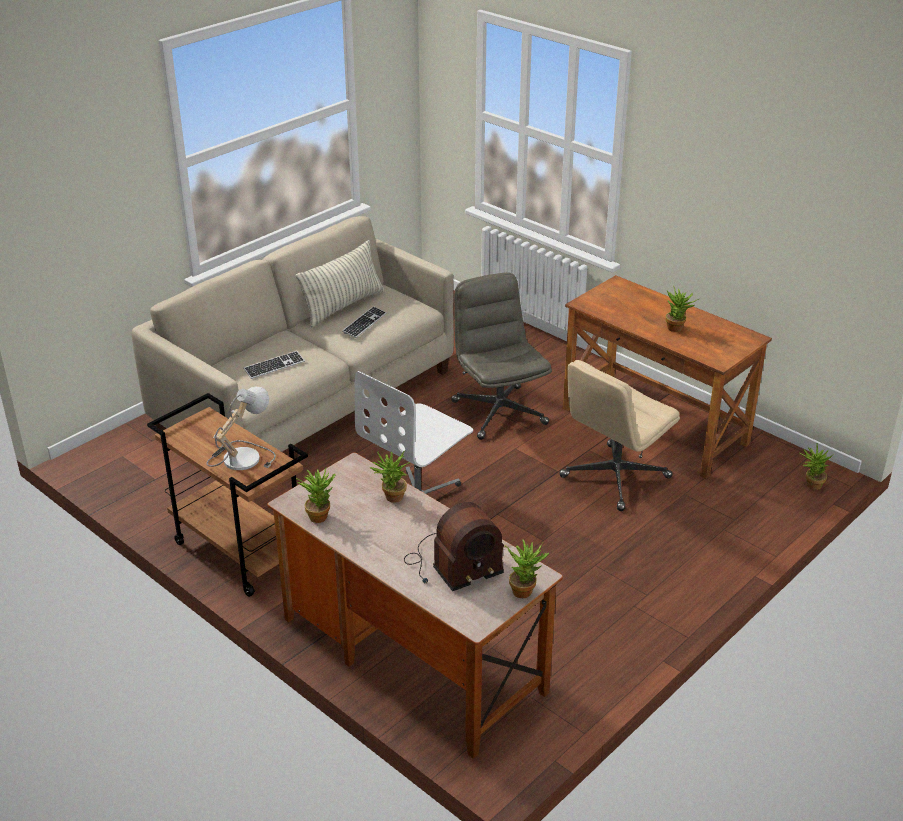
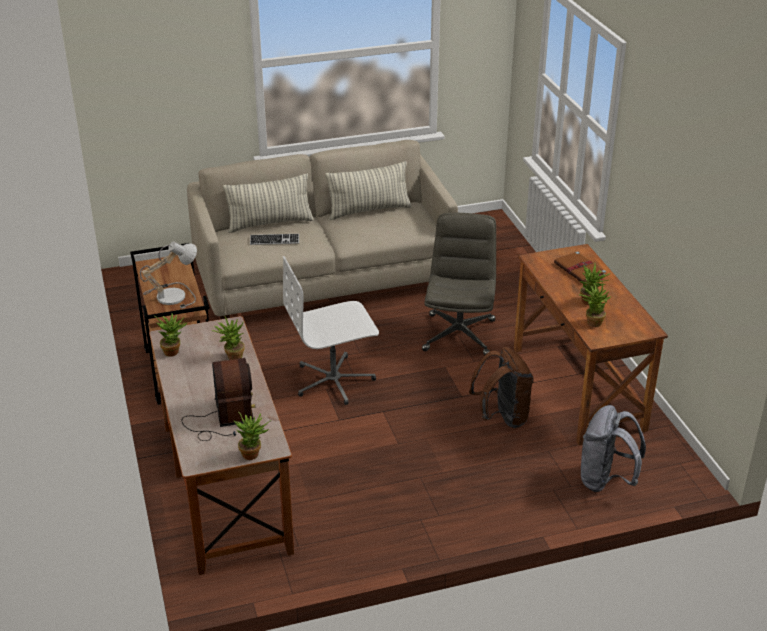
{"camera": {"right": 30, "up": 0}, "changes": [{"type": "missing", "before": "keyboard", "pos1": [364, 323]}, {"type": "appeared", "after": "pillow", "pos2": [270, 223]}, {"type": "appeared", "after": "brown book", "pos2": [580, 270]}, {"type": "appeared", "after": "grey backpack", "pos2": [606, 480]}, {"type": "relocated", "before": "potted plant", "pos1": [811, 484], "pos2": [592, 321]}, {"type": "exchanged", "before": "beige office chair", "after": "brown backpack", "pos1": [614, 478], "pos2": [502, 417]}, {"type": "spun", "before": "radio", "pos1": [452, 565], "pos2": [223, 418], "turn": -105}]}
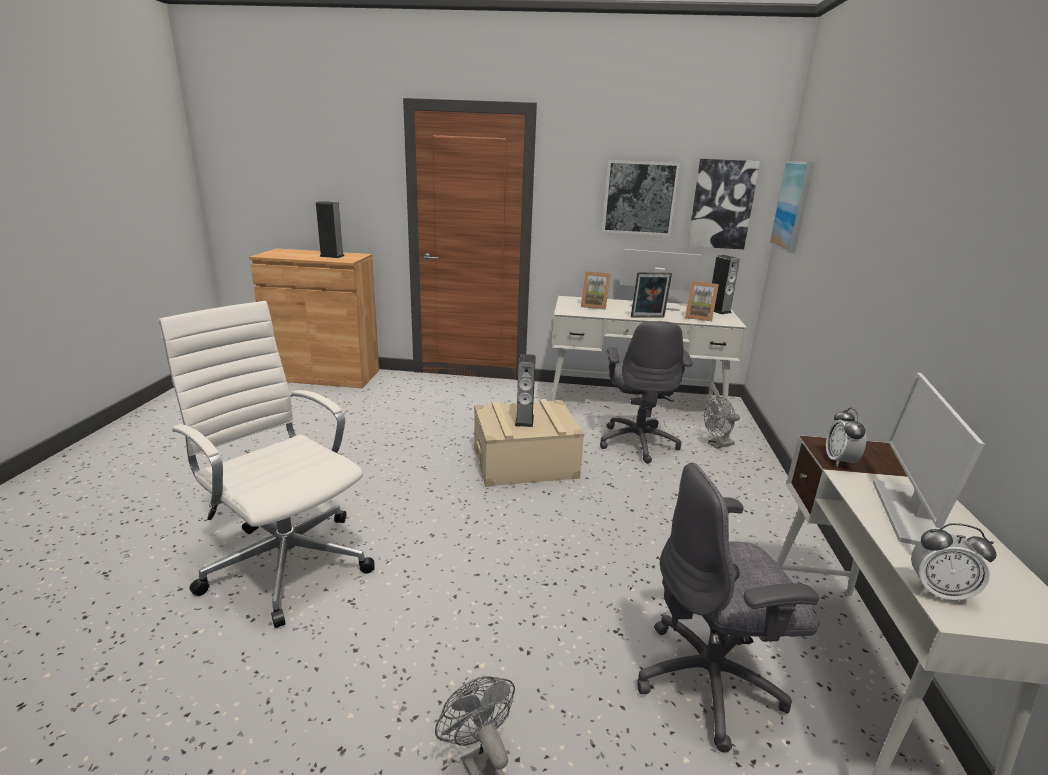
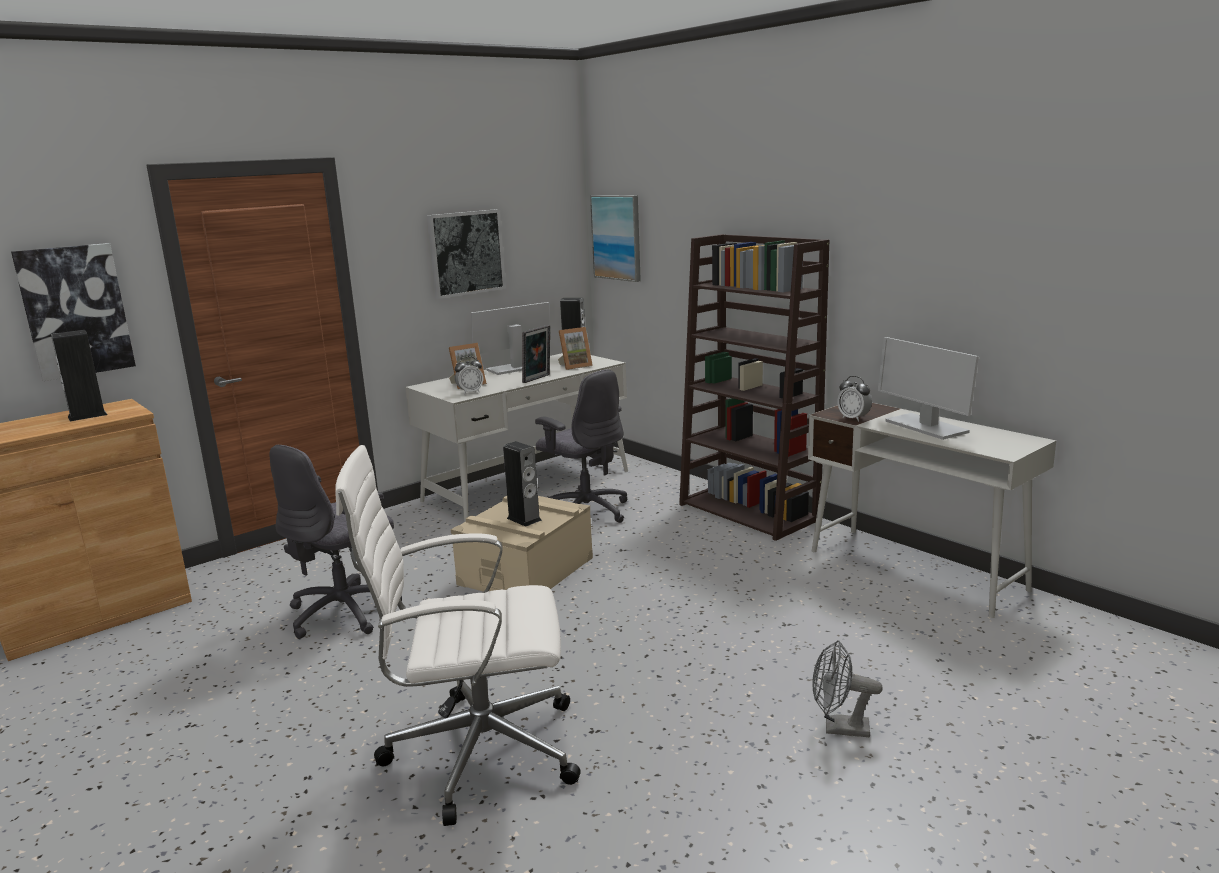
{"camera": {"right": -45, "up": -5}, "changes": [{"type": "missing", "before": "grey fan", "pos1": [717, 445]}, {"type": "appeared", "after": "brown bookcase", "pos2": [749, 512]}, {"type": "relocated", "before": "grey office chair", "pos1": [710, 681], "pos2": [346, 612]}, {"type": "relocated", "before": "picture", "pos1": [721, 204], "pos2": [75, 311]}, {"type": "relocated", "before": "alarm clock", "pos1": [938, 592], "pos2": [470, 392]}]}
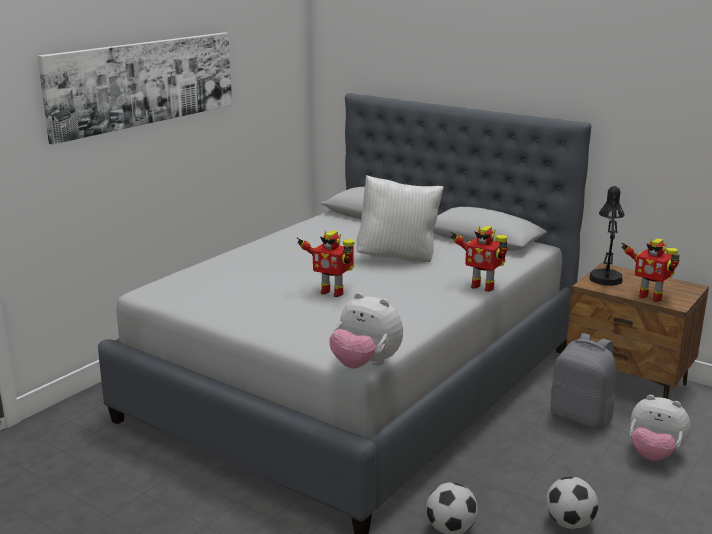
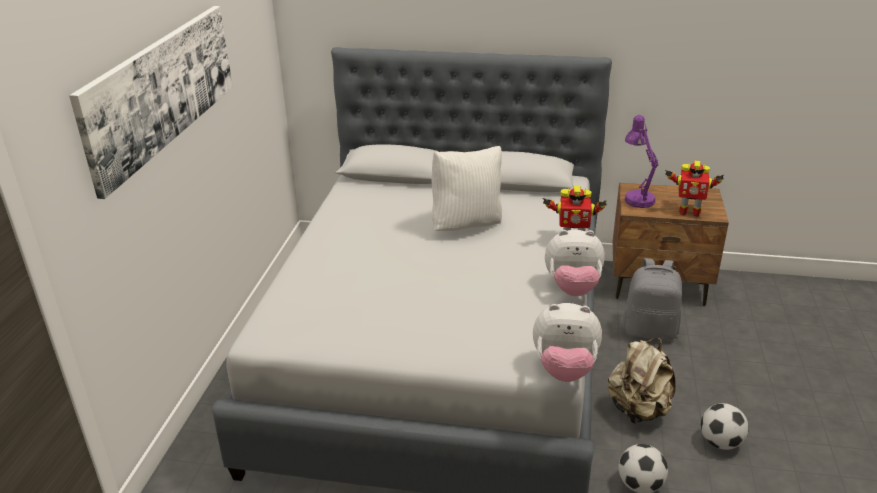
{"camera": {"right": -25, "up": 10}, "changes": [{"type": "missing", "before": "toy robot", "pos1": [332, 292]}, {"type": "appeared", "after": "beige backpack", "pos2": [638, 410]}, {"type": "relocated", "before": "plush toy", "pos1": [654, 454], "pos2": [572, 288]}, {"type": "colour", "before": "black table lamp", "after": "purple table lamp", "pos1": [605, 276], "pos2": [636, 197]}]}
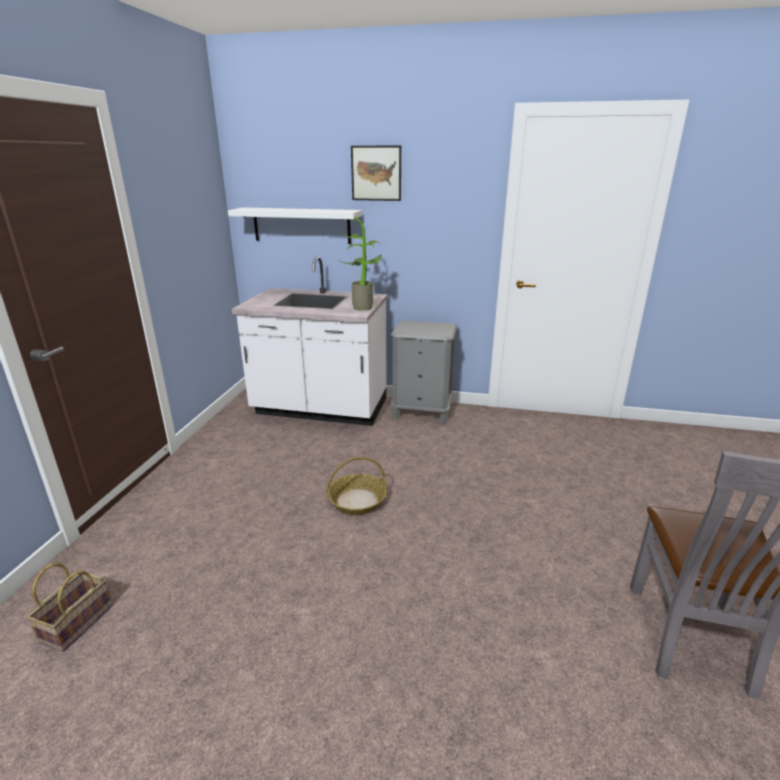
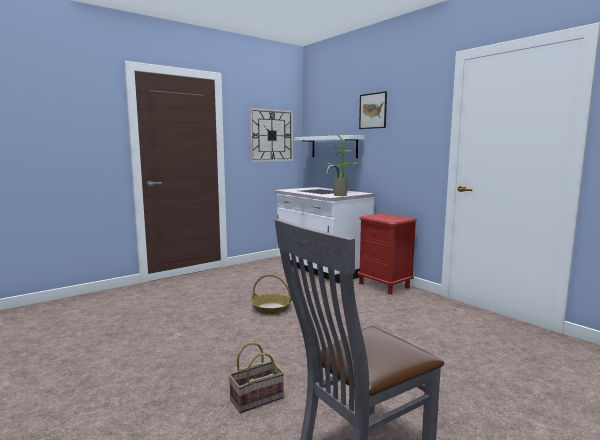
{"camera": {"right": 40, "up": -15}, "changes": [{"type": "appeared", "after": "wall clock", "pos2": [271, 135]}, {"type": "relocated", "before": "basket", "pos1": [78, 621], "pos2": [257, 398]}, {"type": "colour", "before": "grey nightstand", "after": "red nightstand", "pos1": [422, 411], "pos2": [384, 285]}]}
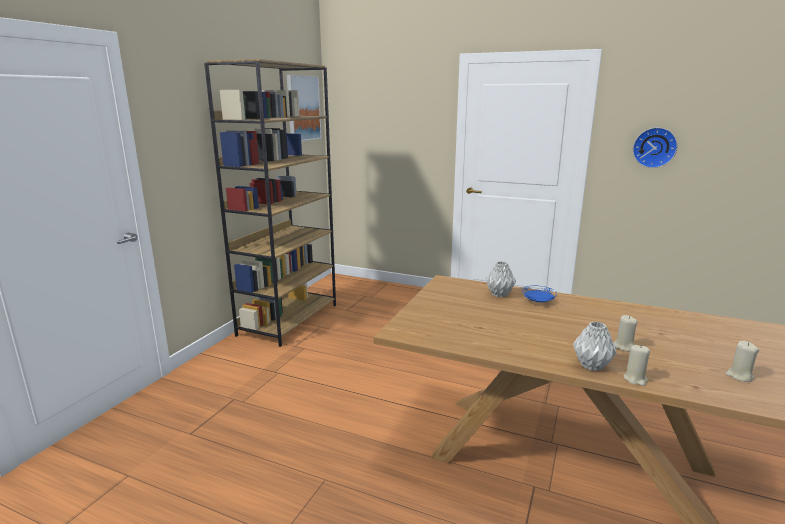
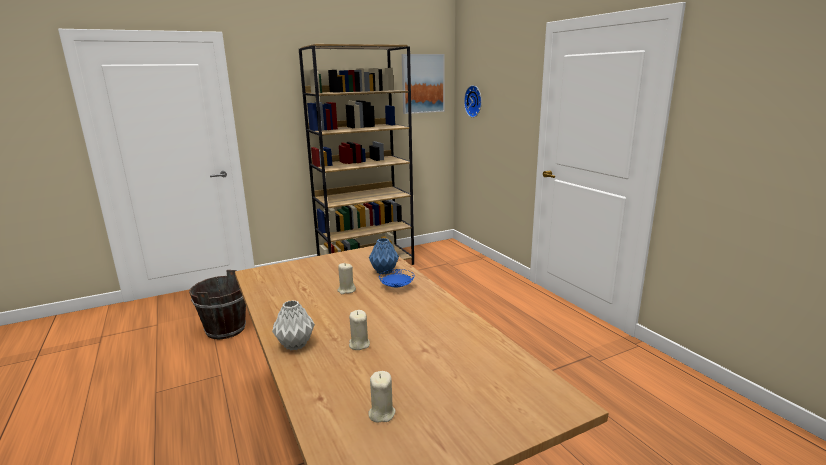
{"camera": {"right": 40, "up": 0}, "changes": [{"type": "appeared", "after": "brown bucket", "pos2": [226, 329]}, {"type": "relocated", "before": "beige candle", "pos1": [635, 379], "pos2": [346, 290]}, {"type": "relocated", "before": "wall clock", "pos1": [654, 147], "pos2": [474, 101]}, {"type": "colour", "before": "grey vase", "after": "blue vase", "pos1": [500, 295], "pos2": [384, 272]}]}
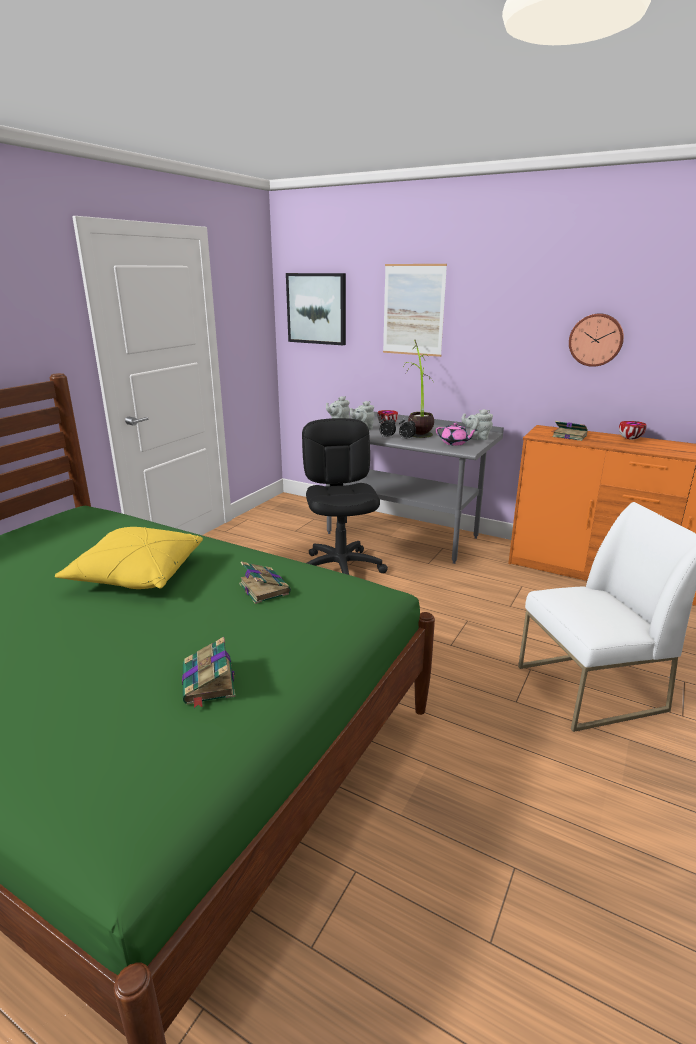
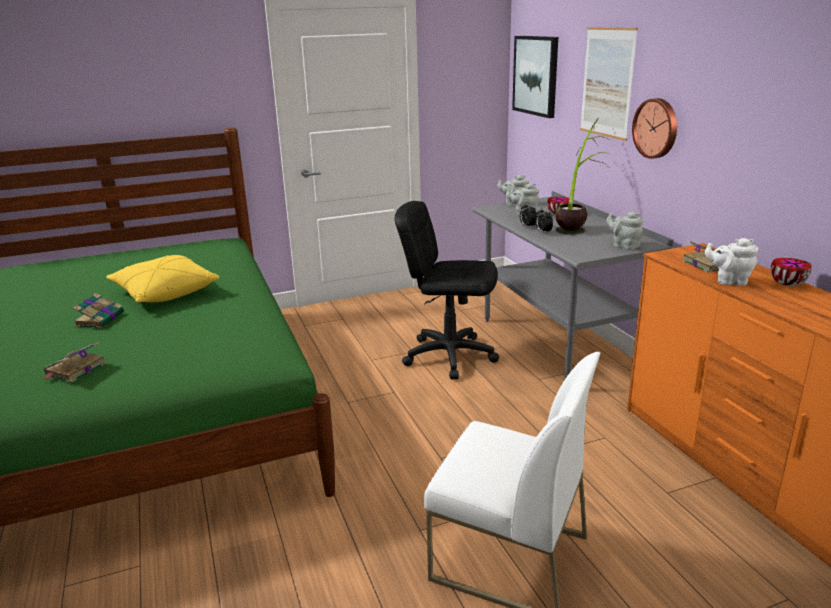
{"camera": {"right": 40, "up": 0}, "changes": [{"type": "missing", "before": "pink teapot", "pos1": [454, 443]}, {"type": "appeared", "after": "white teapot", "pos2": [729, 281]}, {"type": "relocated", "before": "book", "pos1": [264, 588], "pos2": [100, 319]}, {"type": "relocated", "before": "wall clock", "pos1": [596, 340], "pos2": [656, 128]}, {"type": "spun", "before": "black office chair", "pos1": [341, 568], "pos2": [449, 356], "turn": -105}]}
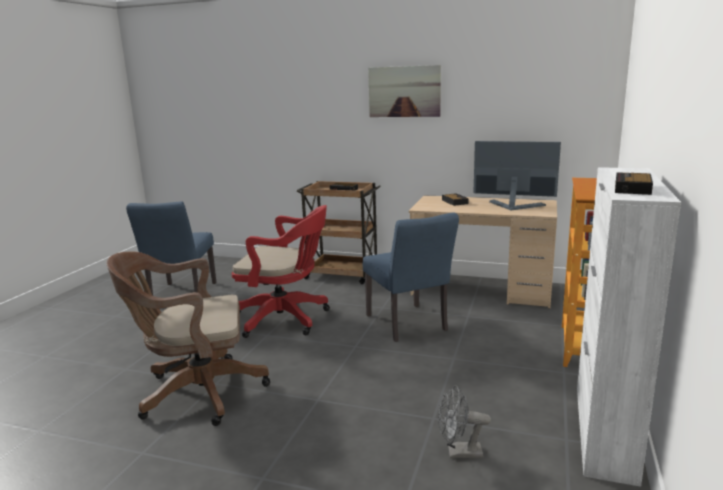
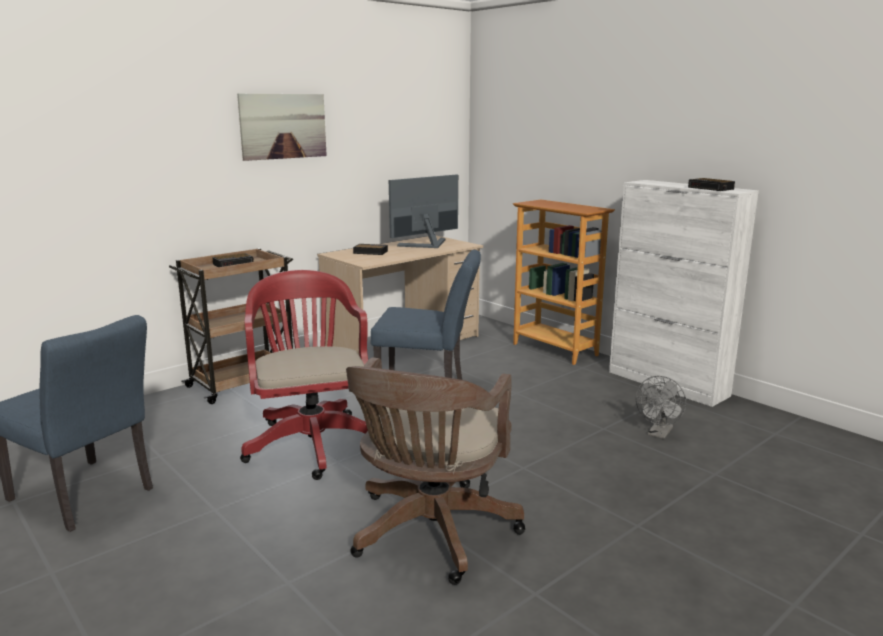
{"camera": {"right": -60, "up": 0}, "changes": [{"type": "spun", "before": "red office chair", "pos1": [286, 319], "pos2": [312, 441], "turn": -60}]}
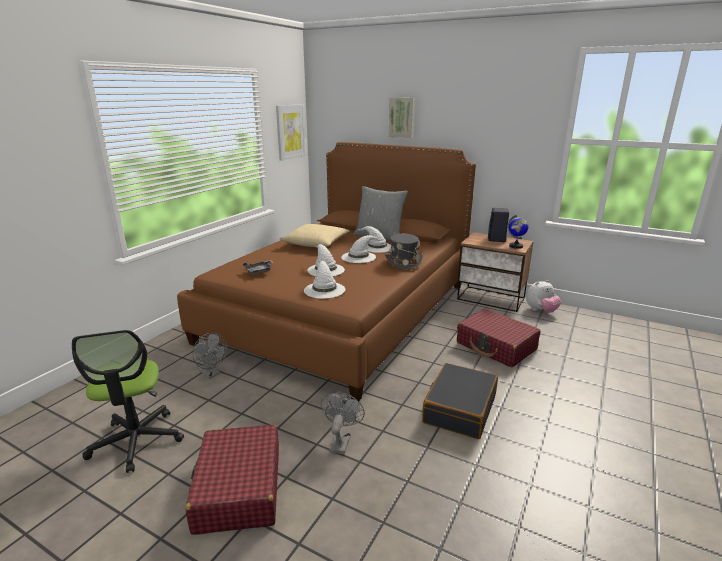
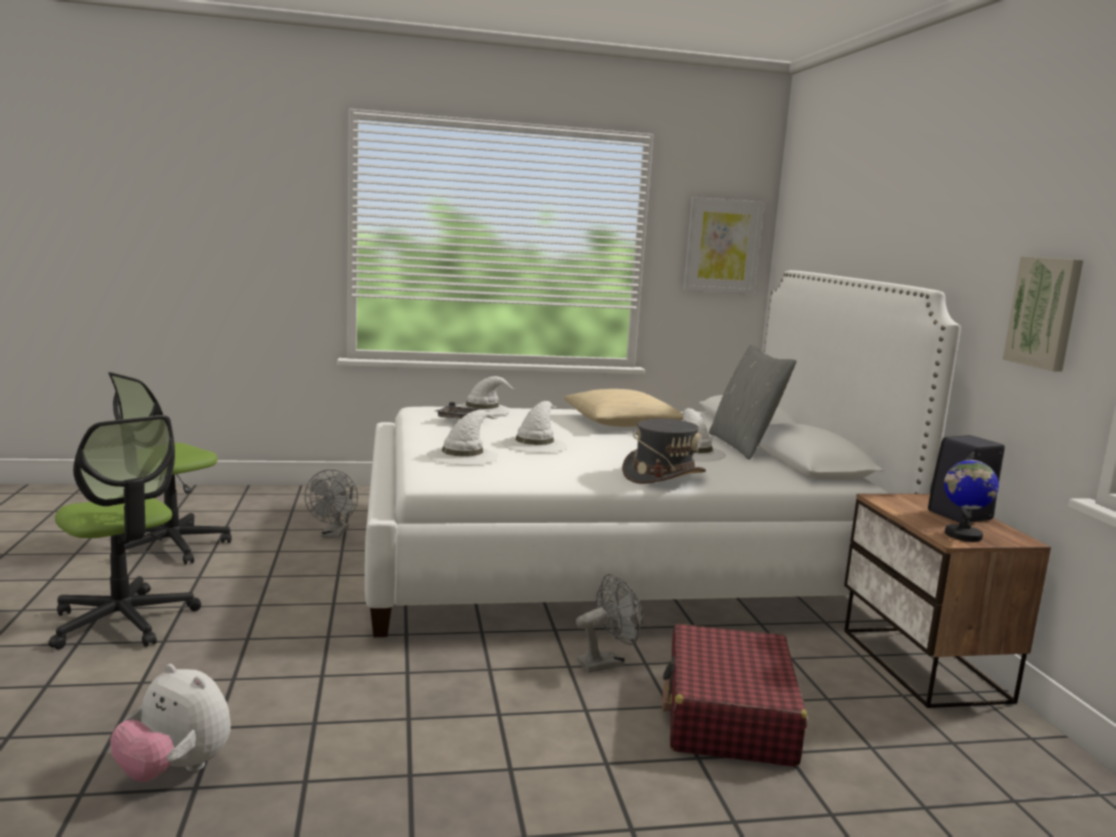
{"camera": {"right": 50, "up": -10}, "changes": [{"type": "missing", "before": "black suitcase", "pos1": [459, 409]}, {"type": "relocated", "before": "grey fan", "pos1": [341, 441], "pos2": [606, 662]}, {"type": "relocated", "before": "white hat", "pos1": [359, 257], "pos2": [483, 409]}, {"type": "relocated", "before": "picture", "pos1": [402, 117], "pos2": [1045, 312]}, {"type": "relocated", "before": "plush toy", "pos1": [541, 311], "pos2": [175, 770]}, {"type": "exchanged", "before": "red suitcase", "after": "office chair", "pos1": [238, 489], "pos2": [123, 621]}, {"type": "colour", "before": "brown bed", "after": "white bed", "pos1": [342, 311], "pos2": [610, 555]}]}
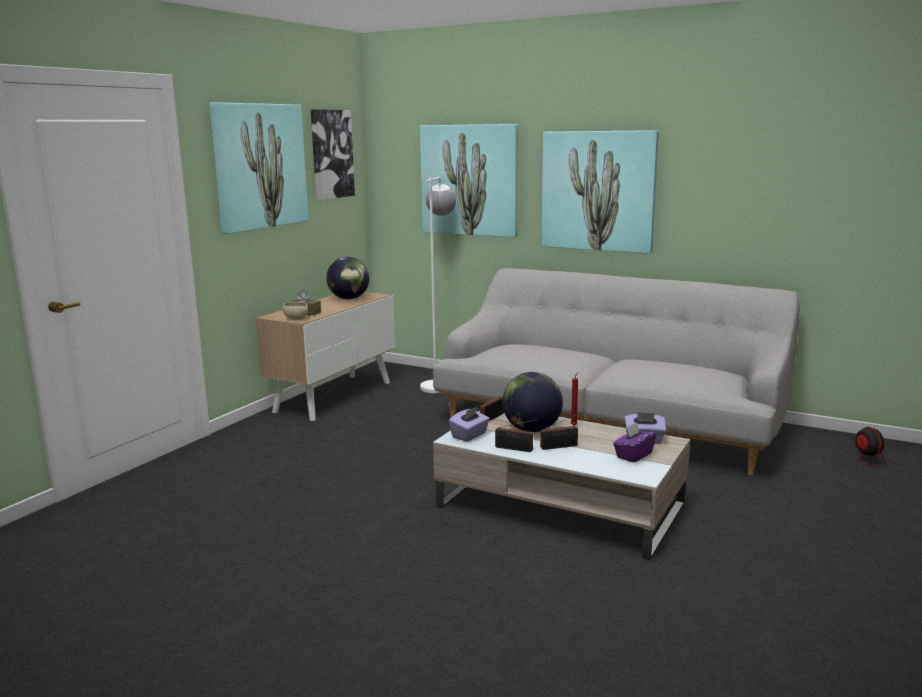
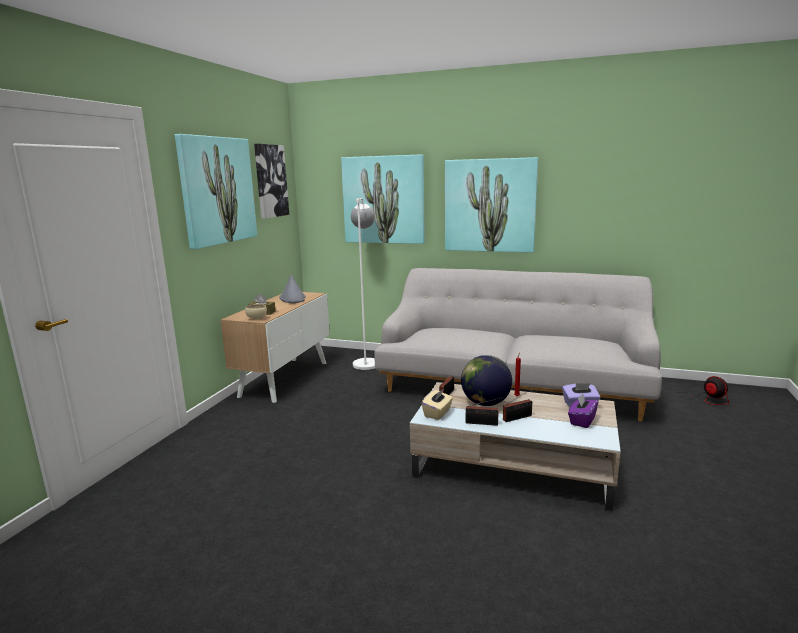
{"camera": {"right": -10, "up": 0}, "changes": [{"type": "exchanged", "before": "globe", "after": "grey hat", "pos1": [349, 298], "pos2": [292, 298]}, {"type": "colour", "before": "purple tissue box", "after": "beige tissue box", "pos1": [469, 435], "pos2": [437, 413]}]}
